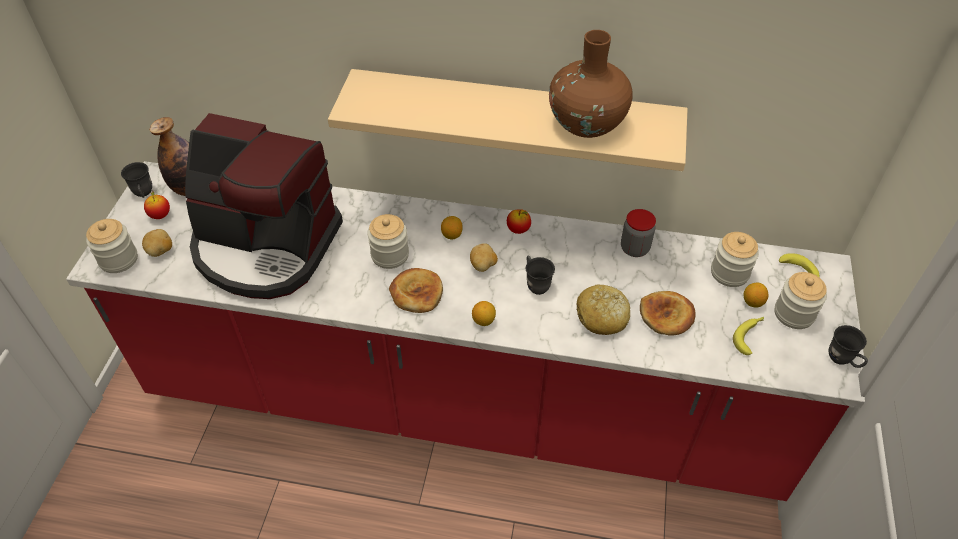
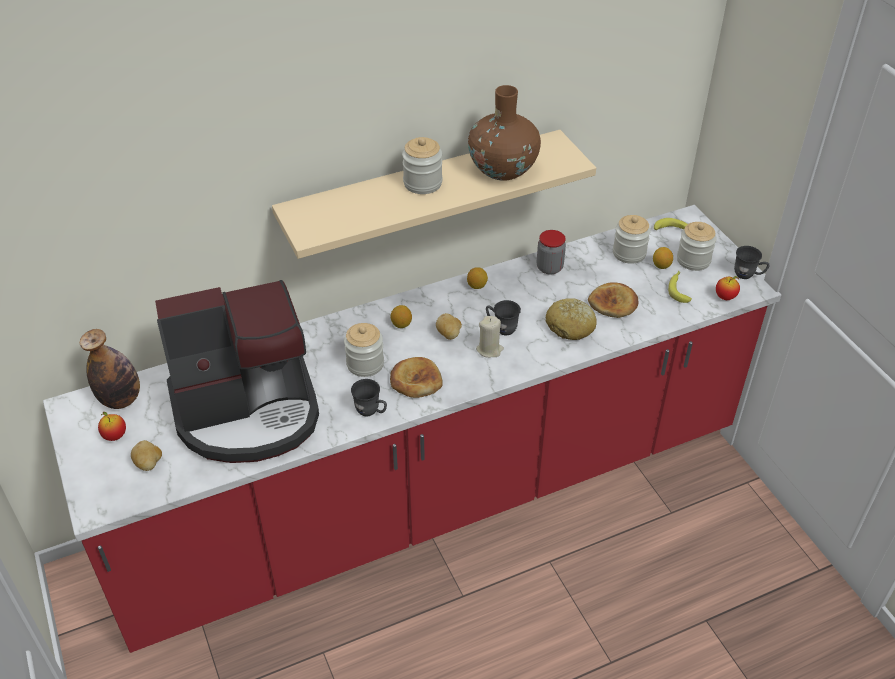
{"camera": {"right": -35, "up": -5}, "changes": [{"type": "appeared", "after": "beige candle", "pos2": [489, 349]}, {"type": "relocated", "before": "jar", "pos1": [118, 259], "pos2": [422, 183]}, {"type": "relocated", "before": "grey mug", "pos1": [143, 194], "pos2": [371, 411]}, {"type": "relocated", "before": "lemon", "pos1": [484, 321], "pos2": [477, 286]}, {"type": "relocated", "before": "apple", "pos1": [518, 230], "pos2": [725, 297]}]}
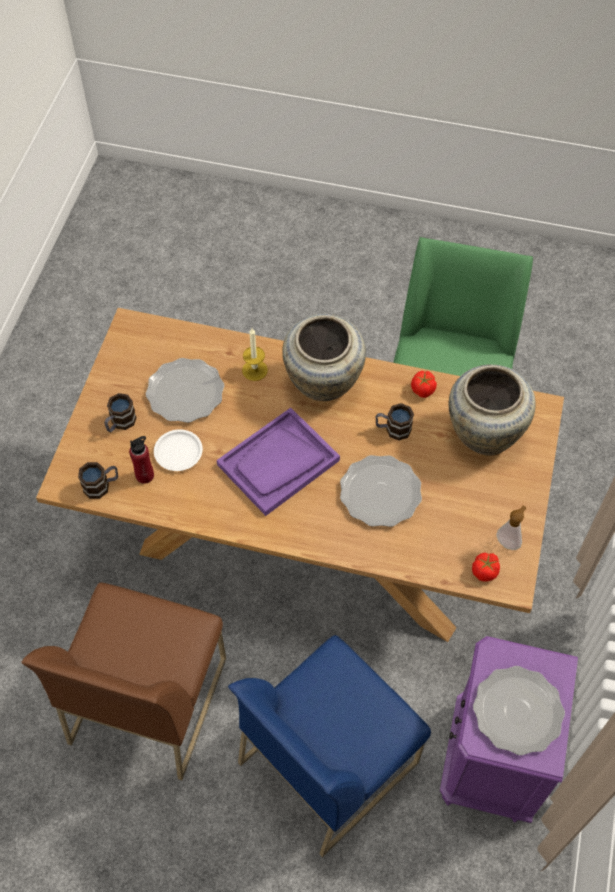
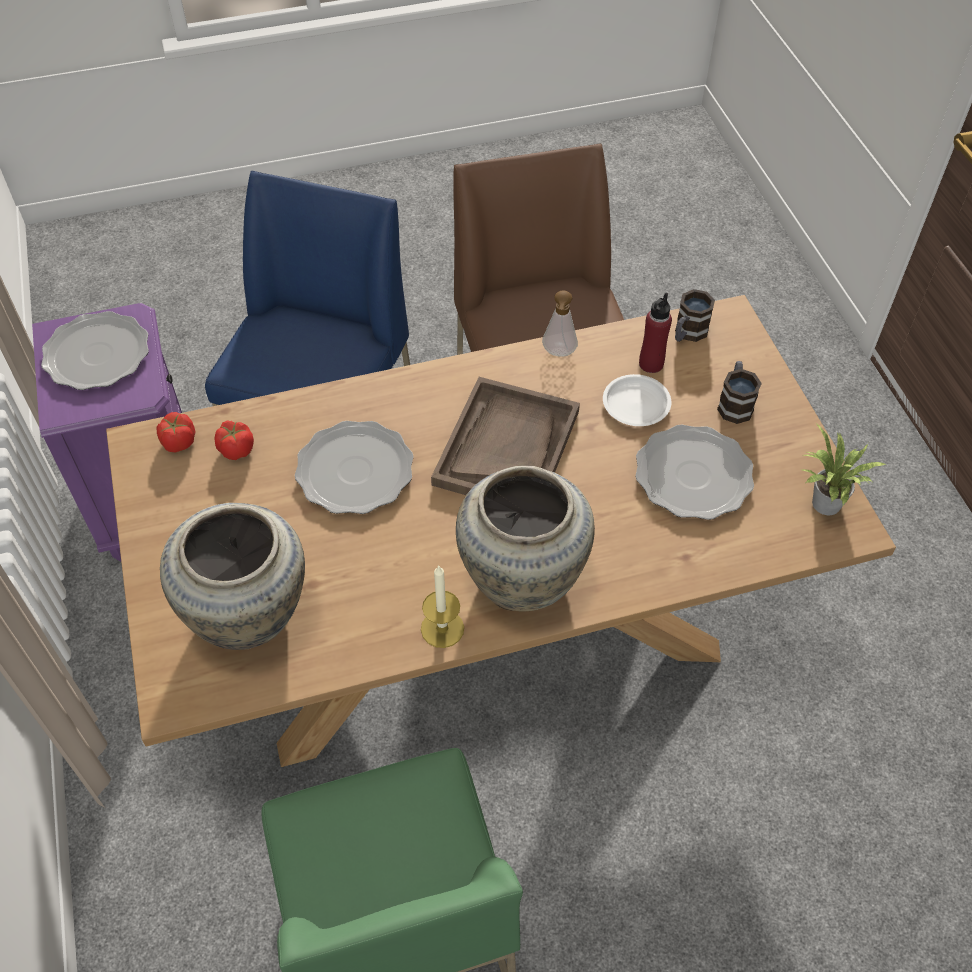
{"camera": {"right": 150, "up": -5}, "changes": [{"type": "missing", "before": "mug", "pos1": [393, 429]}, {"type": "appeared", "after": "potted plant", "pos2": [823, 506]}, {"type": "relocated", "before": "candle", "pos1": [254, 370], "pos2": [442, 628]}, {"type": "relocated", "before": "tomato", "pos1": [423, 390], "pos2": [236, 449]}, {"type": "relocated", "before": "soap dispenser", "pos1": [508, 542], "pos2": [558, 354]}, {"type": "colour", "before": "purple tray", "after": "brown tray", "pos1": [278, 463], "pos2": [506, 447]}]}
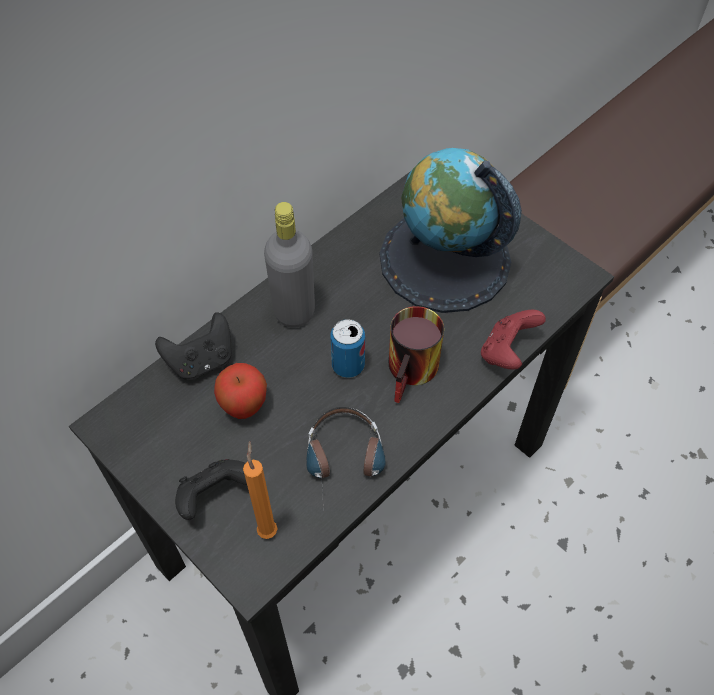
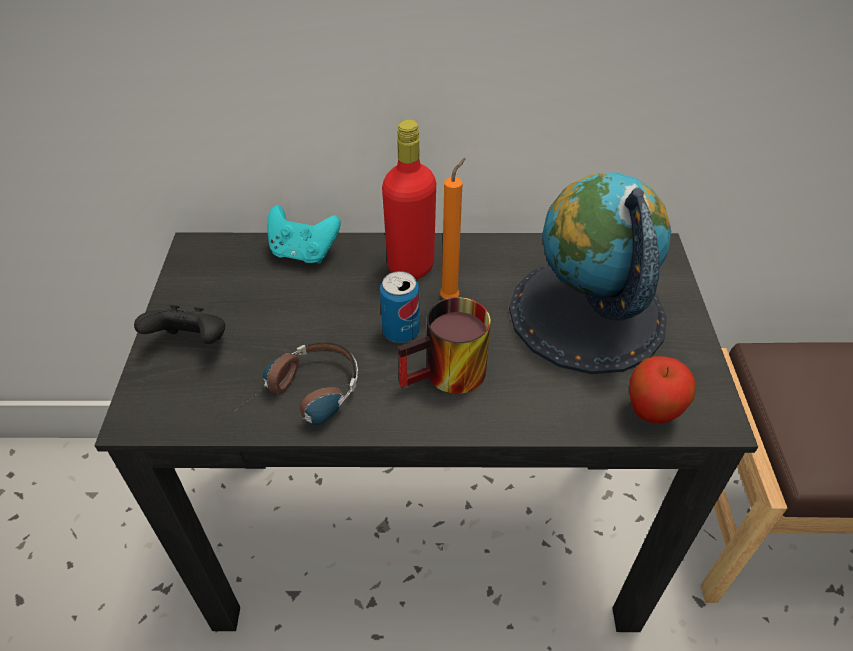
{"camera": {"right": 45, "up": -10}, "changes": [{"type": "missing", "before": "red game controller", "pos1": [507, 352]}, {"type": "relocated", "before": "apple", "pos1": [244, 407], "pos2": [651, 412]}, {"type": "relocated", "before": "orange candle", "pos1": [267, 528], "pos2": [451, 297]}, {"type": "colour", "before": "black game controller", "after": "turquoise game controller", "pos1": [201, 361], "pos2": [303, 253]}, {"type": "colour", "before": "grey bottle", "after": "red bottle", "pos1": [294, 311], "pos2": [411, 266]}]}
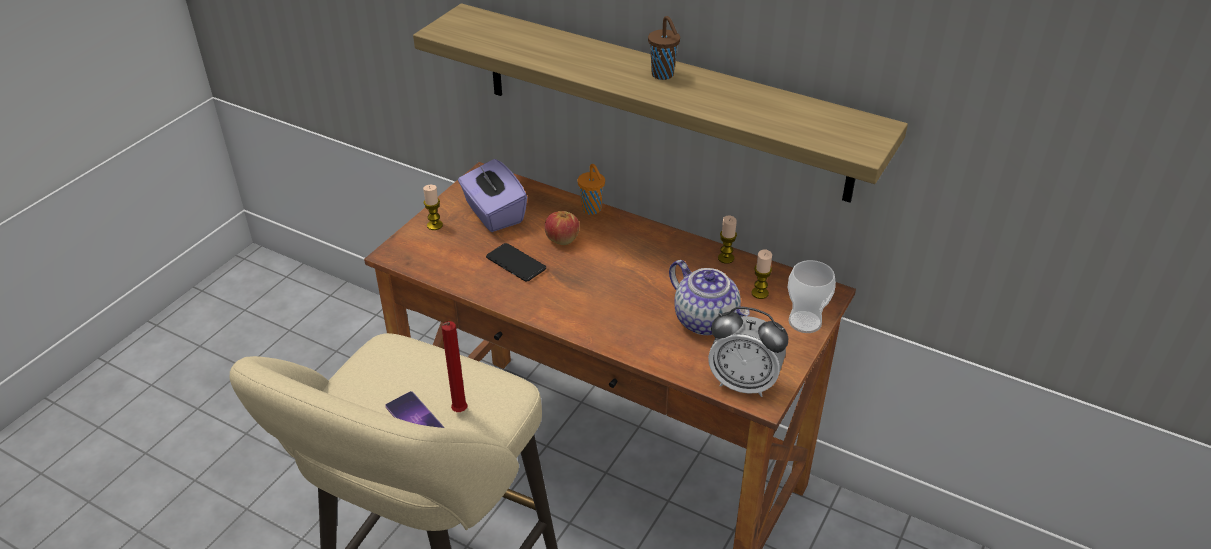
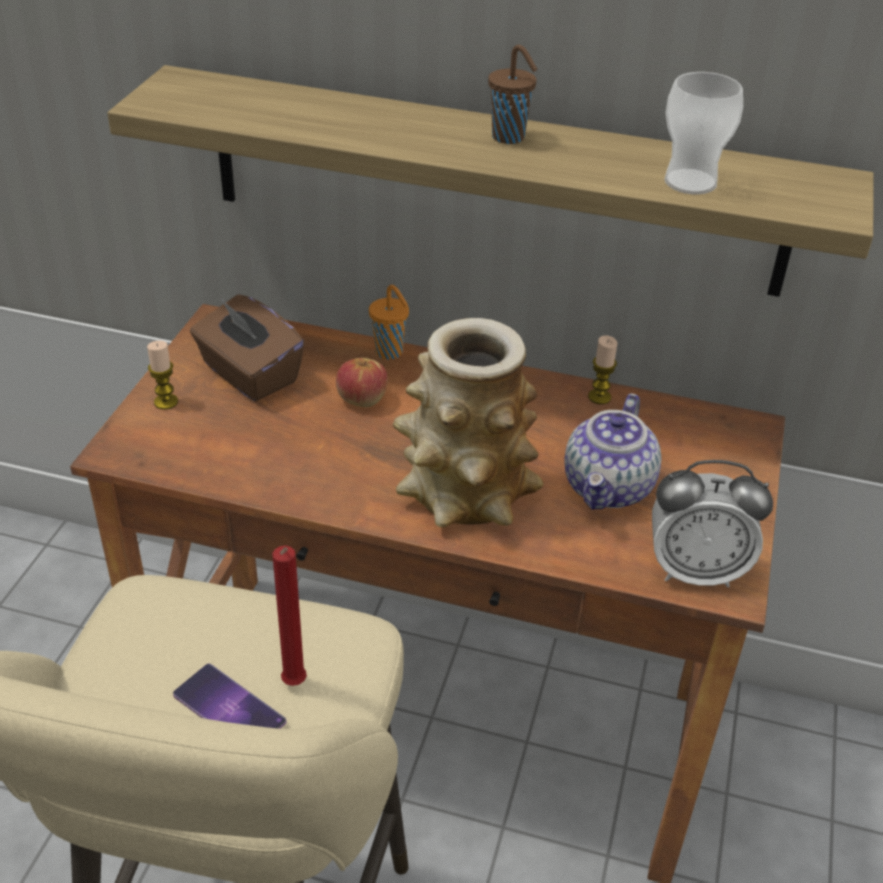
{"camera": {"right": -15, "up": 0}, "changes": [{"type": "missing", "before": "phone", "pos1": [516, 263]}, {"type": "missing", "before": "candle", "pos1": [760, 293]}, {"type": "appeared", "after": "vase", "pos2": [465, 493]}, {"type": "relocated", "before": "cup", "pos1": [805, 322], "pos2": [690, 182]}, {"type": "colour", "before": "purple tissue box", "after": "brown tissue box", "pos1": [493, 213], "pos2": [249, 374]}, {"type": "spun", "before": "teapot", "pos1": [707, 321], "pos2": [609, 488], "turn": 75}]}
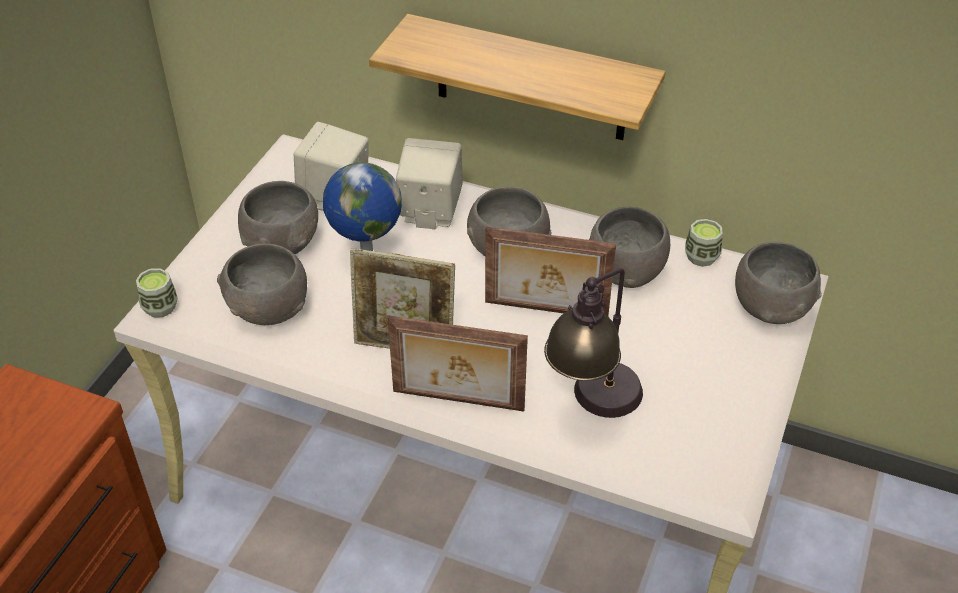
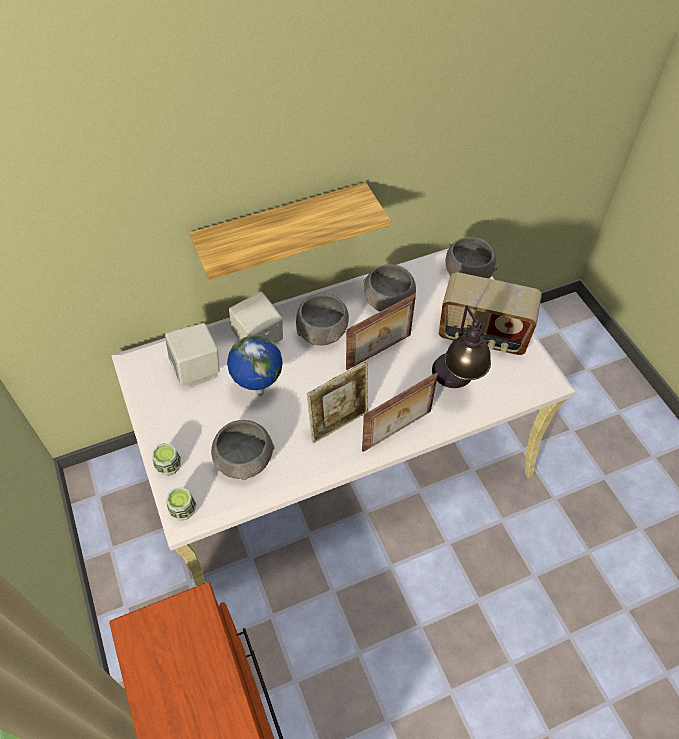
{"camera": {"right": -45, "up": 10}, "changes": [{"type": "missing", "before": "grey bowl", "pos1": [283, 244]}, {"type": "appeared", "after": "radio", "pos2": [482, 335]}, {"type": "relocated", "before": "cup", "pos1": [701, 257], "pos2": [169, 466]}]}
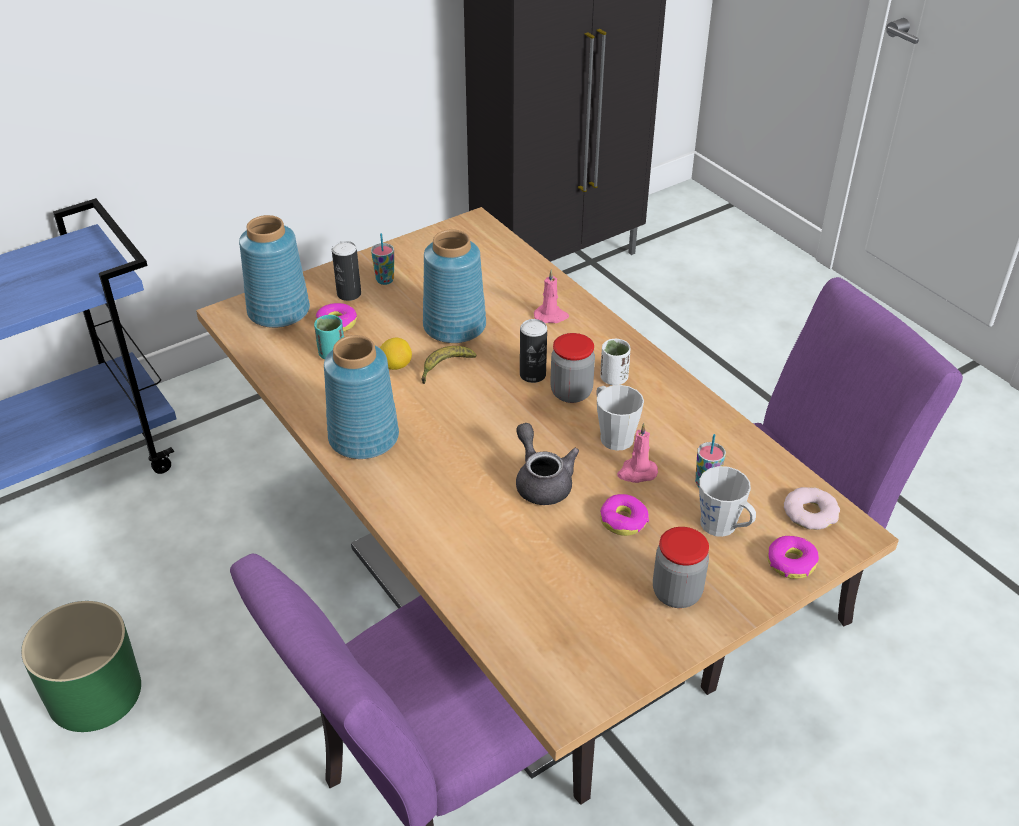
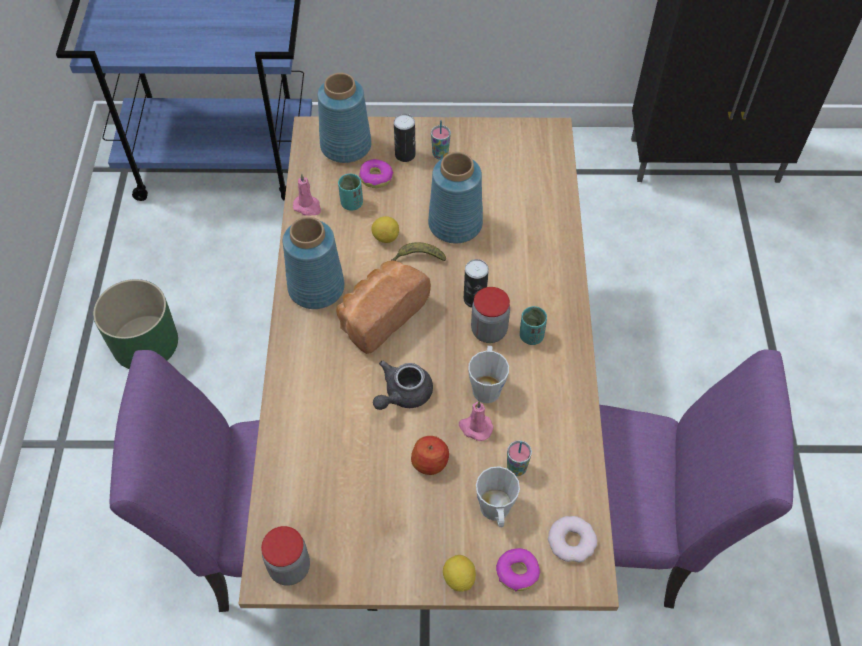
{"camera": {"right": 35, "up": 15}, "changes": [{"type": "appeared", "after": "bread", "pos2": [380, 315]}, {"type": "appeared", "after": "lemon", "pos2": [459, 578]}, {"type": "relocated", "before": "pink candle", "pos1": [551, 316], "pos2": [308, 207]}, {"type": "relocated", "before": "jar", "pos1": [676, 593], "pos2": [289, 567]}, {"type": "exchanged", "before": "donut", "after": "apple", "pos1": [623, 521], "pos2": [430, 462]}, {"type": "colour", "before": "white cup", "after": "turquoise cup", "pos1": [613, 378], "pos2": [531, 336]}, {"type": "spun", "before": "grey teapot", "pos1": [541, 481], "pos2": [402, 394], "turn": -150}]}
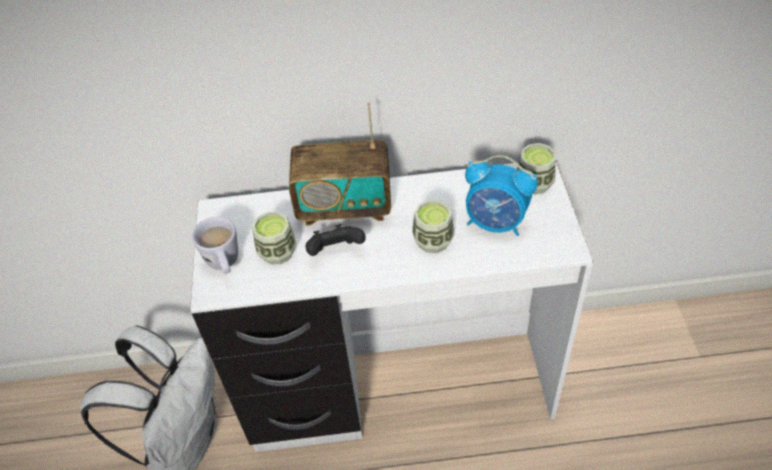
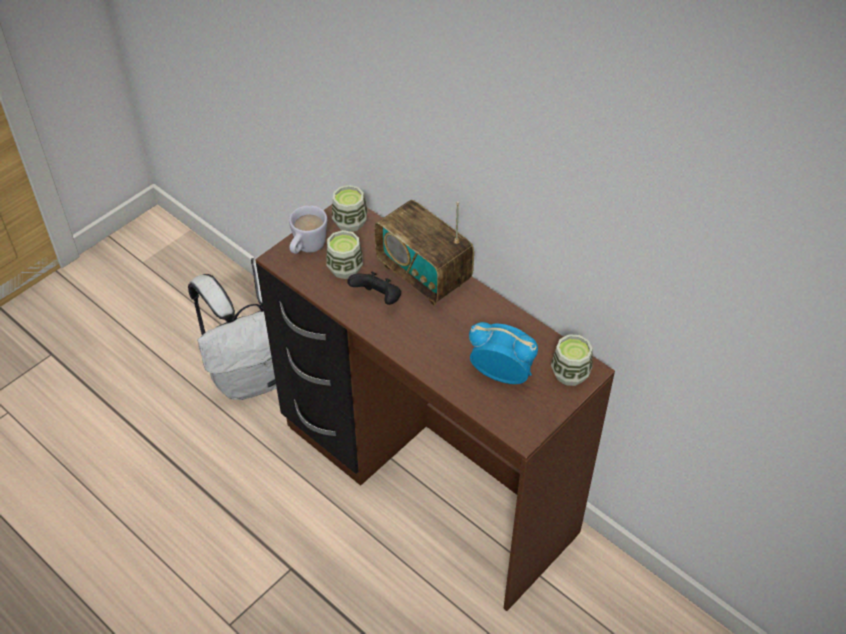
{"camera": {"right": 45, "up": 0}, "changes": [{"type": "relocated", "before": "cup", "pos1": [433, 241], "pos2": [350, 222]}, {"type": "colour", "before": "white desk", "after": "brown desk", "pos1": [400, 391], "pos2": [425, 481]}, {"type": "spun", "before": "alarm clock", "pos1": [496, 223], "pos2": [502, 374], "turn": 135}]}
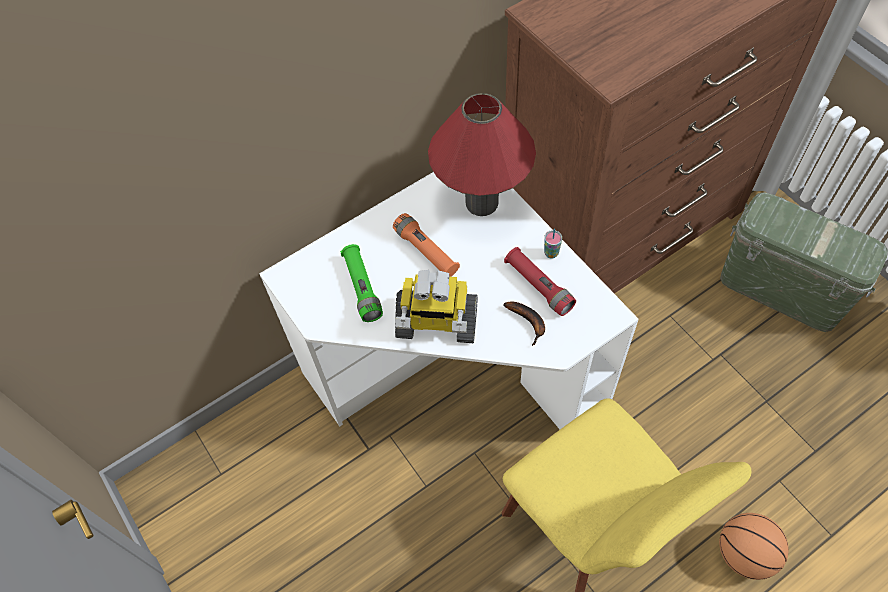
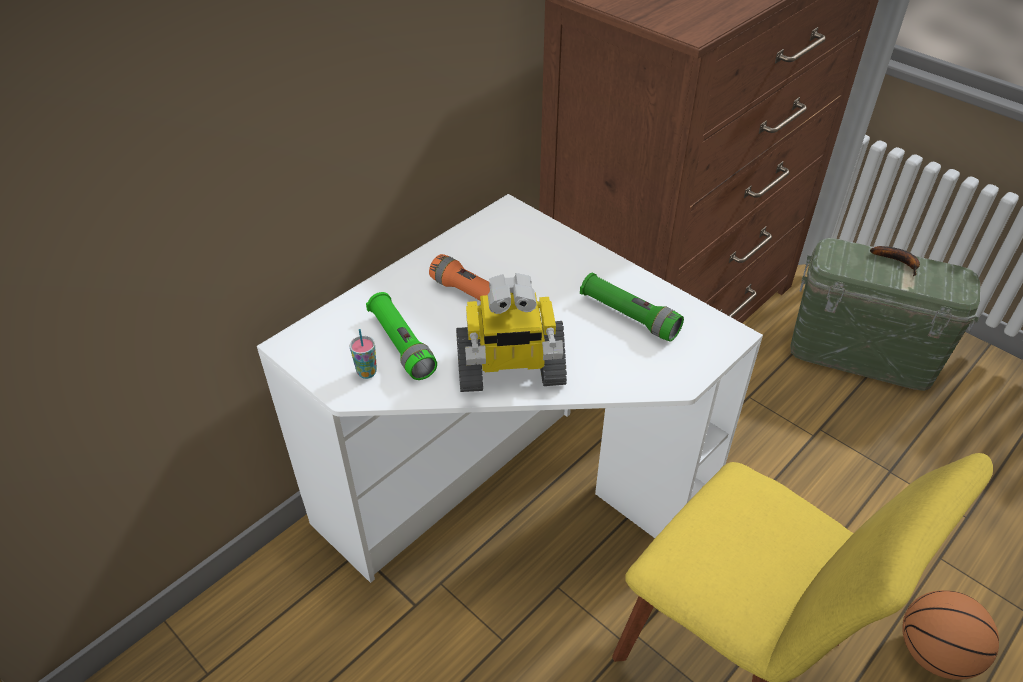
{"camera": {"right": -15, "up": -15}, "changes": [{"type": "missing", "before": "red table lamp", "pos1": [482, 202]}, {"type": "relocated", "before": "banana", "pos1": [529, 322], "pos2": [898, 262]}, {"type": "relocated", "before": "cup", "pos1": [551, 253], "pos2": [367, 372]}, {"type": "colour", "before": "red flashlight", "after": "green flashlight", "pos1": [538, 286], "pos2": [629, 316]}]}
